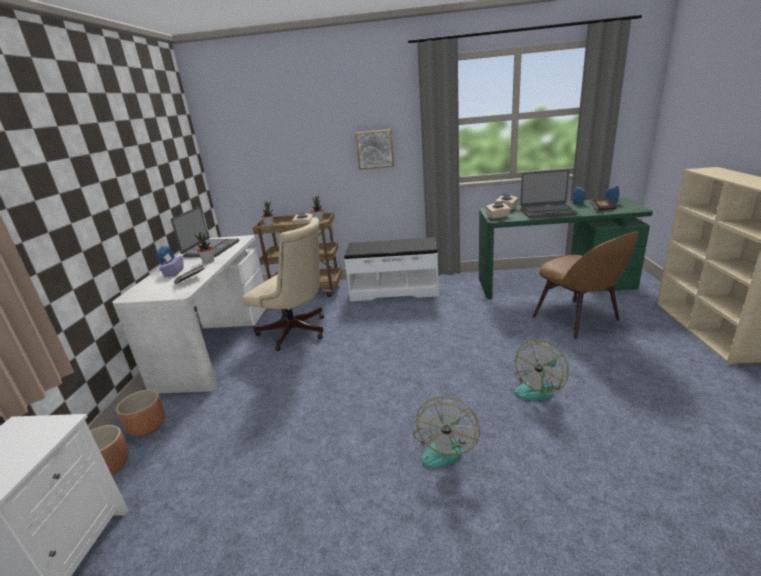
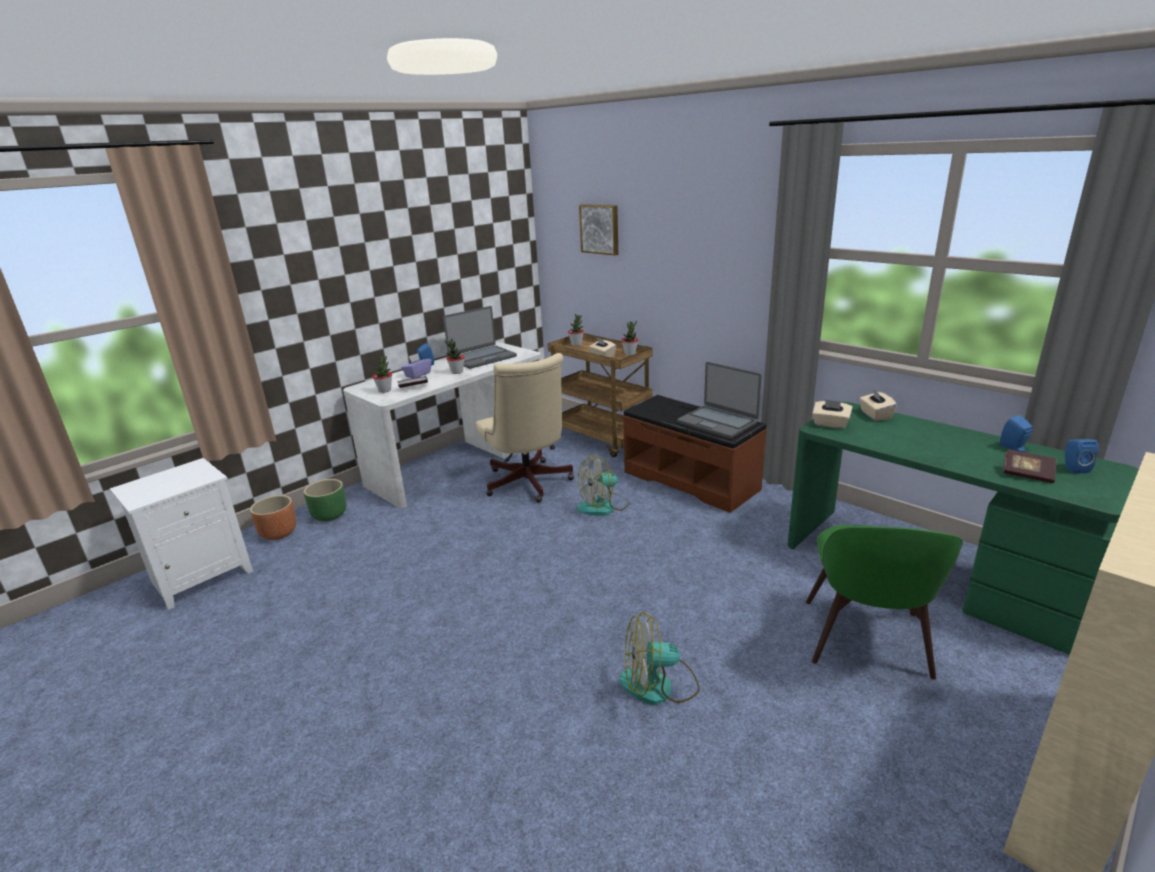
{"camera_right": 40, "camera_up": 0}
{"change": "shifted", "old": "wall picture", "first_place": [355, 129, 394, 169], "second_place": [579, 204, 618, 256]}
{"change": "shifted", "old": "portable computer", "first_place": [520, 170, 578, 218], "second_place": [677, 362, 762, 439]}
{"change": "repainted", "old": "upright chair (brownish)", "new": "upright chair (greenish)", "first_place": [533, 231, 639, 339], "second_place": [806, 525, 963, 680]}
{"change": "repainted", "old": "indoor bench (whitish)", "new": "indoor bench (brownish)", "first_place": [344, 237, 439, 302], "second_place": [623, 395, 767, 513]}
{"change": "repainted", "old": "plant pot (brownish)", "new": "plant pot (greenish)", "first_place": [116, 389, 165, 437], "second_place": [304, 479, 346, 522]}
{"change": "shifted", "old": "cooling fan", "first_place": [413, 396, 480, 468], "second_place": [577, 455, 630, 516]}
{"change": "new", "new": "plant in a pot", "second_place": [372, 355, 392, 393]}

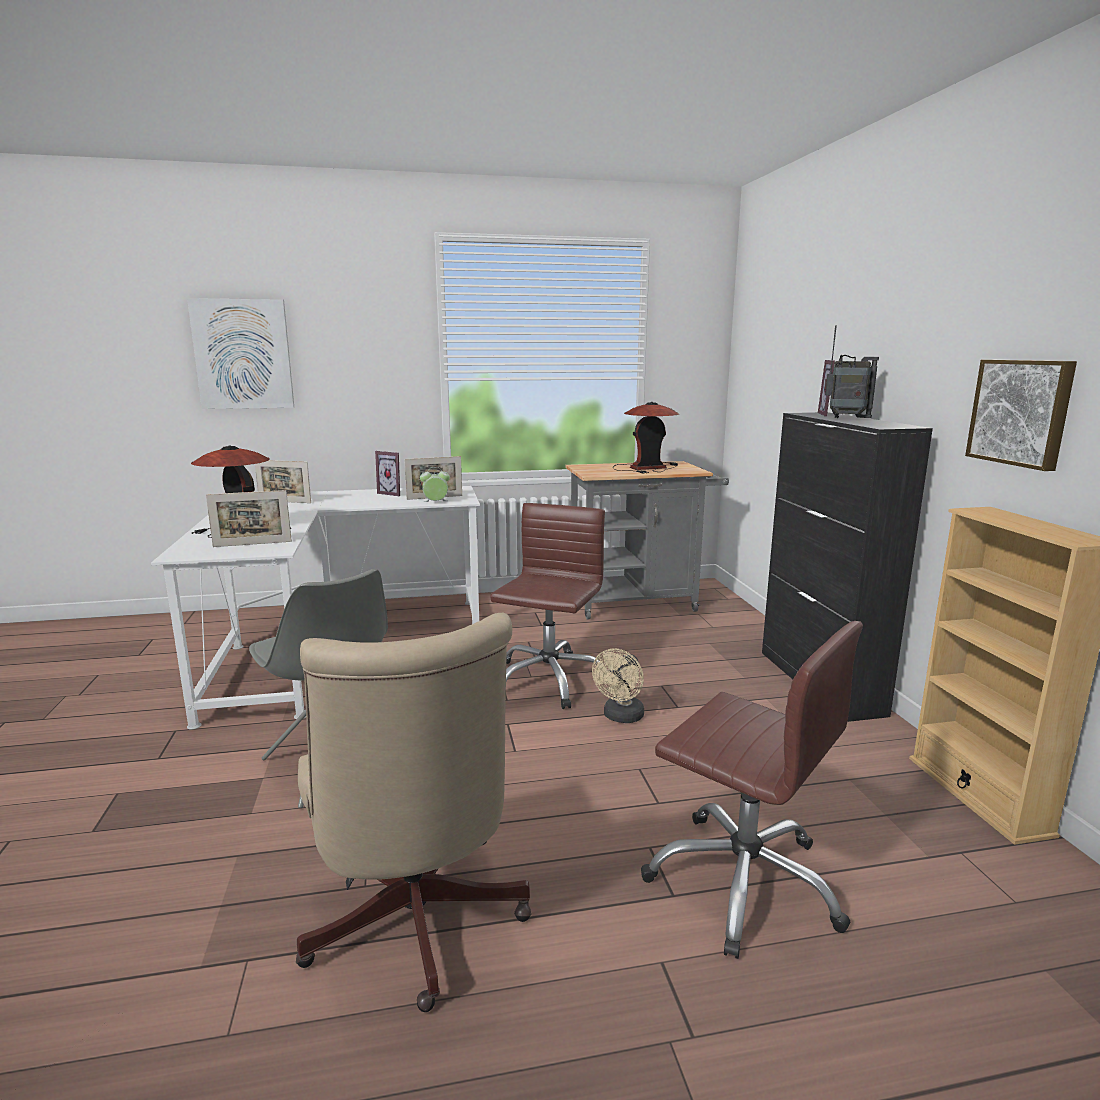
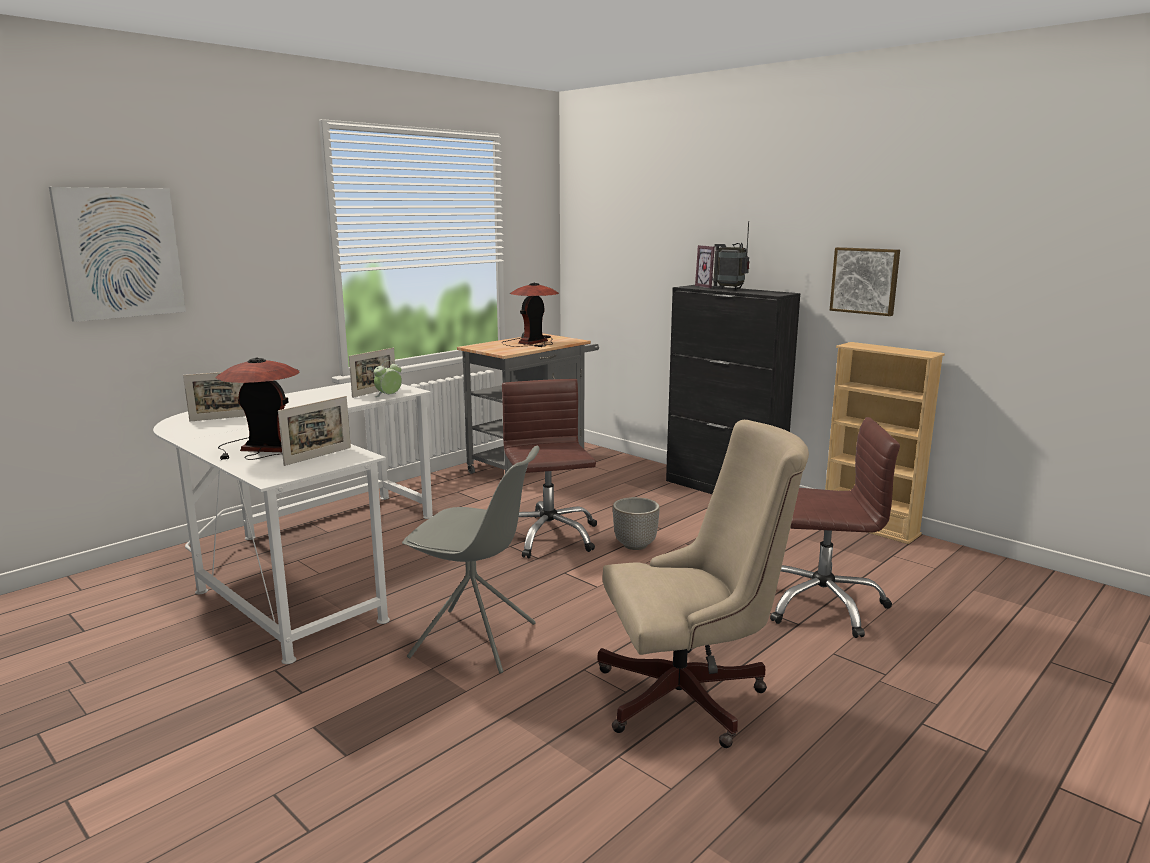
{"camera_right": -35, "camera_up": 0}
{"change": "rotated", "old": "radio receiver", "first_place": [824, 325, 879, 418], "second_place": [713, 221, 750, 290], "degrees": -135}
{"change": "gone", "old": "picture frame", "first_place": [375, 451, 400, 496]}
{"change": "rotated", "old": "computer chair (beige-coloured)", "first_place": [296, 613, 531, 1012], "second_place": [597, 420, 809, 748], "degrees": -45}
{"change": "swapped", "old": "cooling fan (beige-coloured)", "new": "plant pot", "first_place": [592, 648, 644, 723], "second_place": [613, 497, 660, 550]}

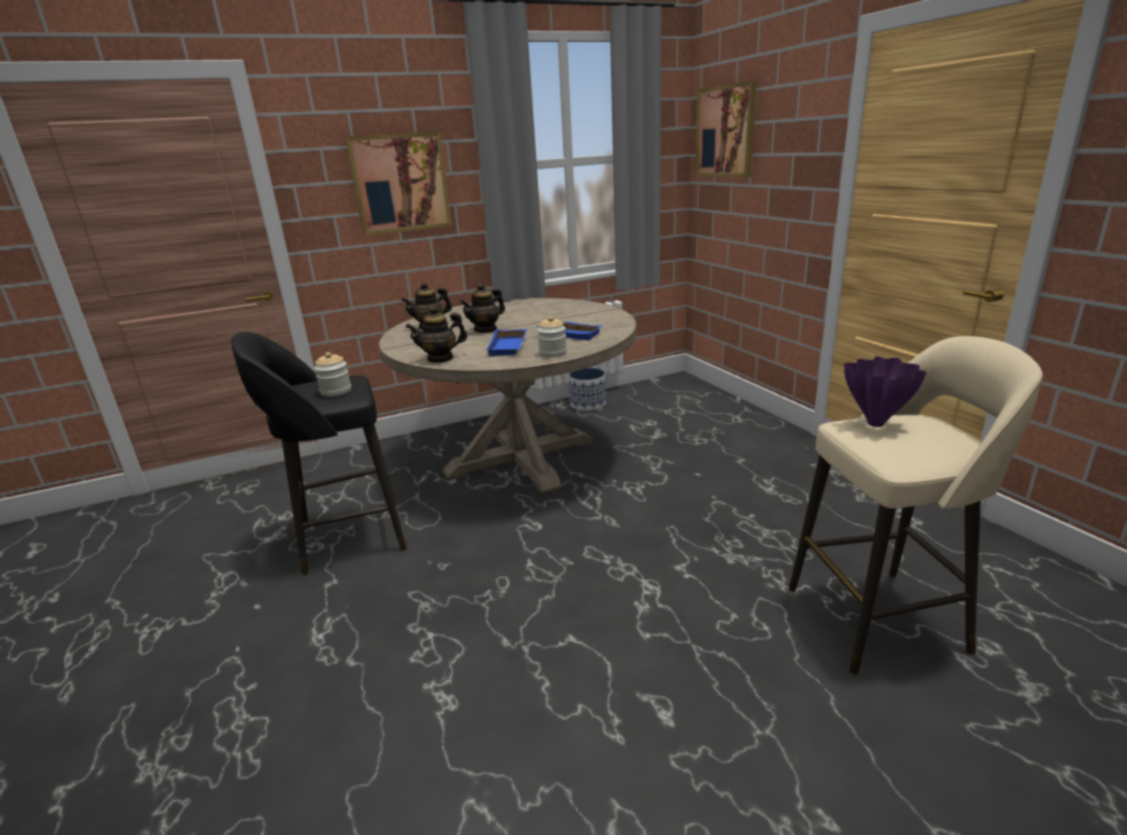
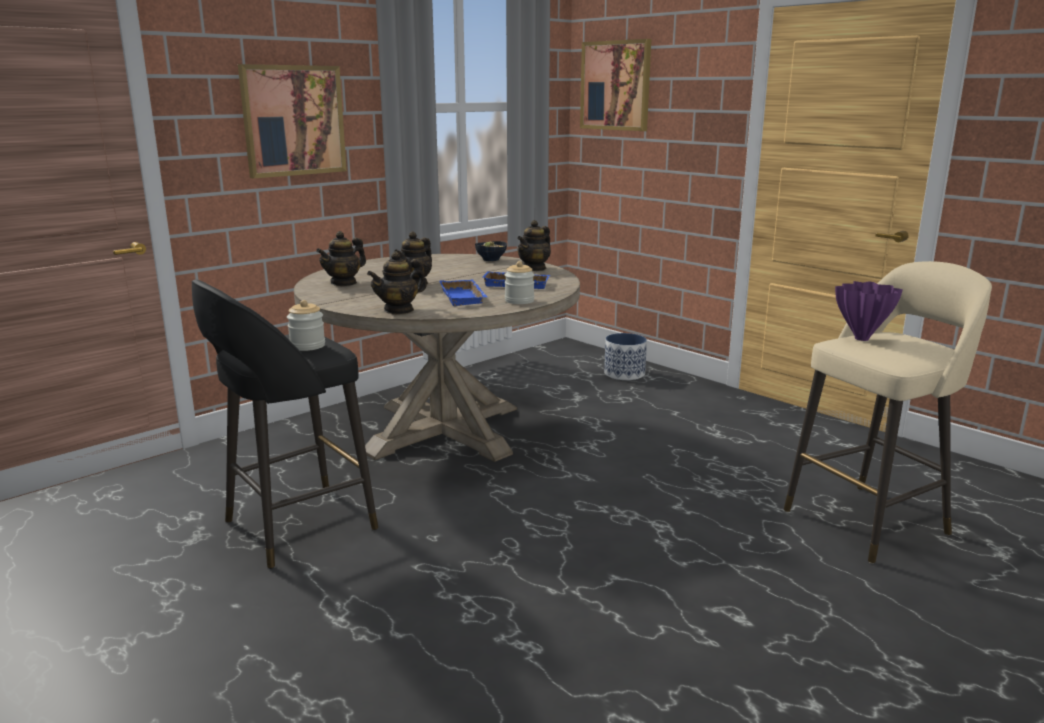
{"camera_right": -20, "camera_up": -5}
{"change": "shifted", "old": "plant pot", "first_place": [569, 368, 606, 411], "second_place": [604, 333, 647, 380]}
{"change": "new", "new": "tea pot", "second_place": [517, 220, 551, 271]}
{"change": "new", "new": "serving bowl", "second_place": [475, 241, 507, 261]}

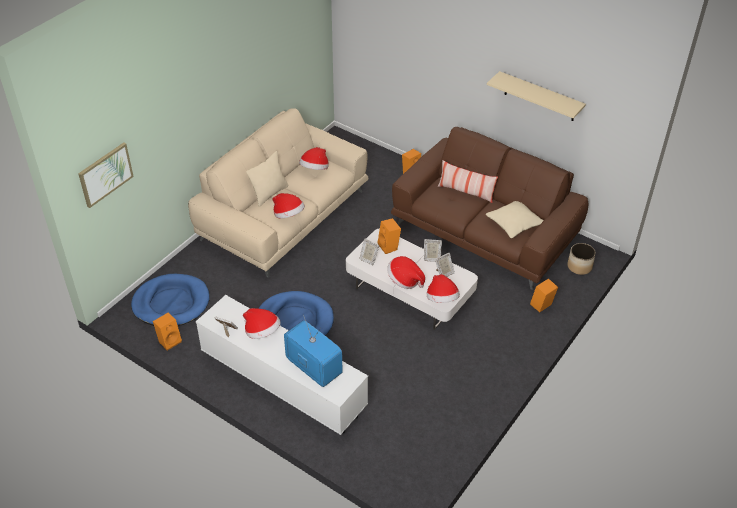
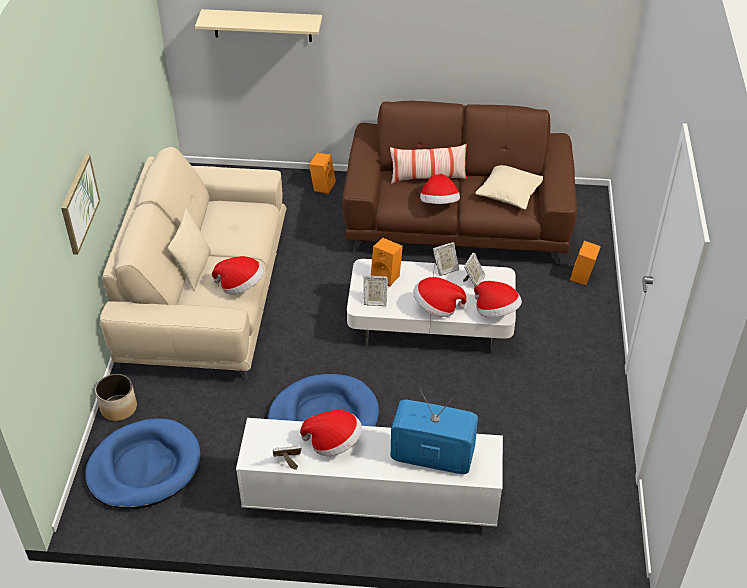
{"camera_right": -30, "camera_up": 0}
{"change": "shifted", "old": "shelf (beige-coloured)", "first_place": [487, 71, 586, 121], "second_place": [195, 9, 322, 42]}
{"change": "shifted", "old": "wall picture", "first_place": [78, 143, 134, 208], "second_place": [61, 154, 100, 255]}
{"change": "shifted", "old": "hat", "first_place": [299, 147, 329, 170], "second_place": [420, 174, 460, 204]}
{"change": "shifted", "old": "plant pot", "first_place": [567, 243, 596, 275], "second_place": [95, 374, 137, 421]}
{"change": "gone", "old": "audio speaker (orange)", "first_place": [153, 313, 182, 351]}

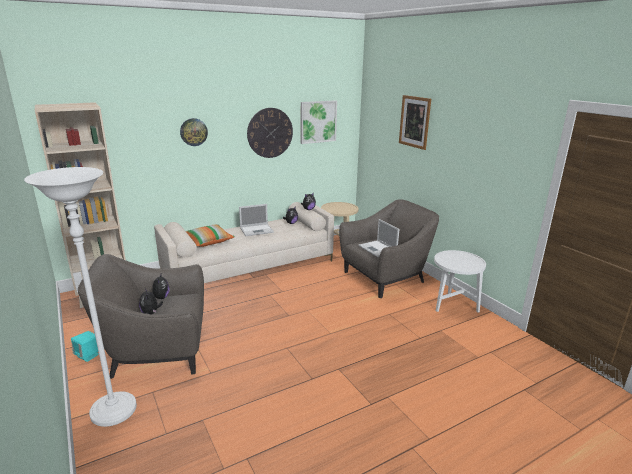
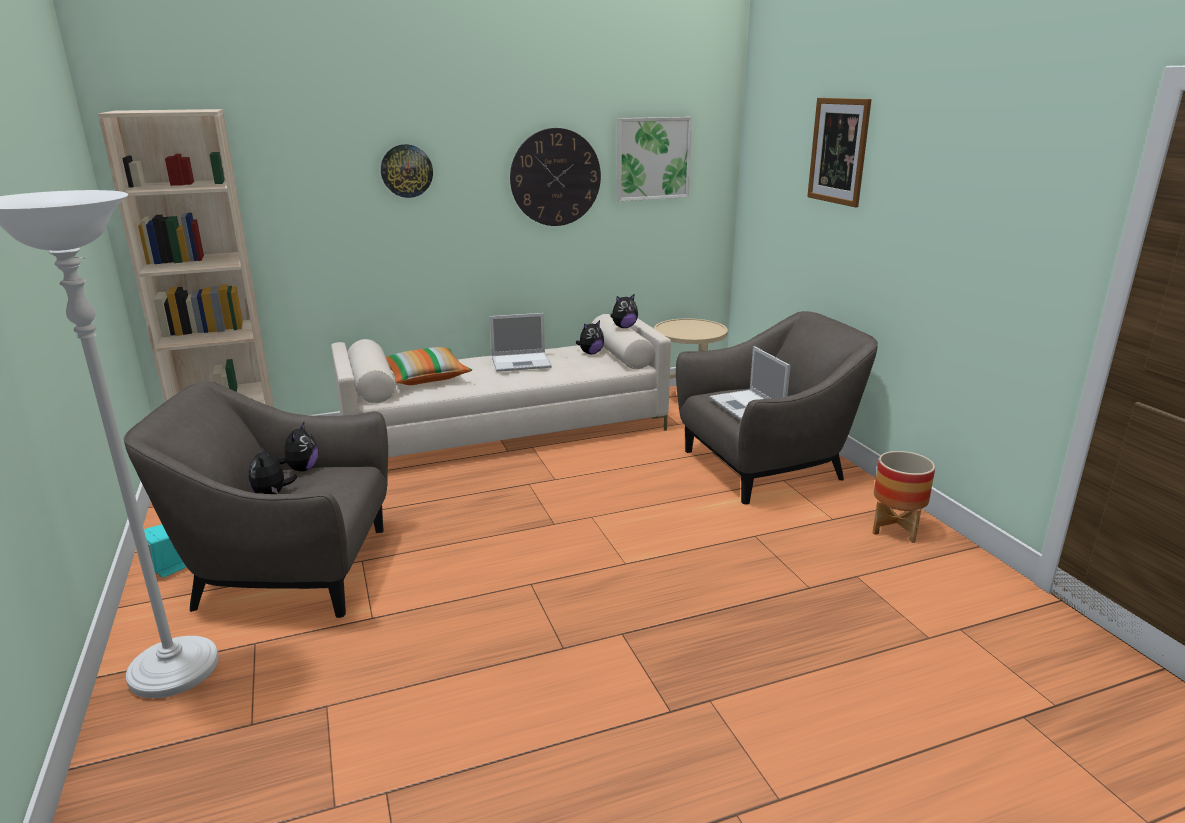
{"camera_right": 10, "camera_up": 0}
{"change": "swapped", "old": "end table (whitish)", "new": "plant pot", "first_place": [434, 250, 486, 313], "second_place": [873, 451, 935, 543]}

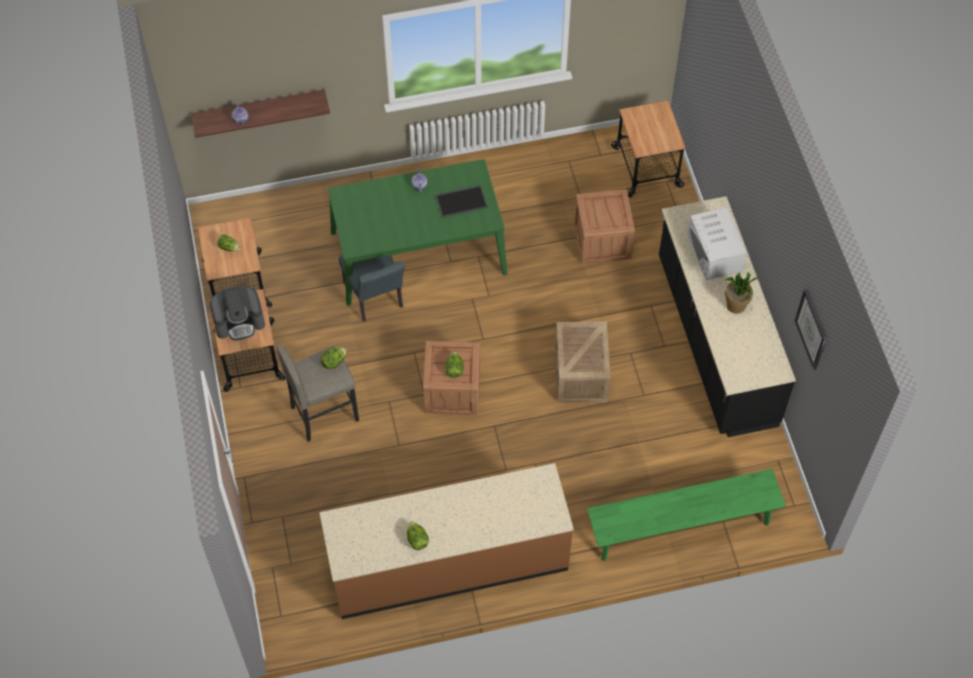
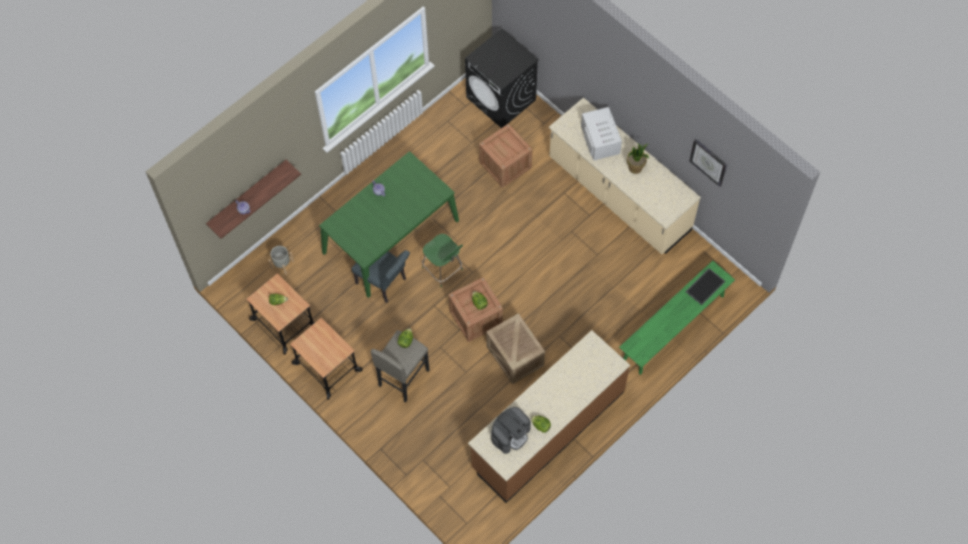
{"camera_right": -30, "camera_up": 5}
{"change": "swapped", "old": "trolley", "new": "washing machine (black)", "first_place": [611, 100, 686, 197], "second_place": [465, 28, 539, 128]}
{"change": "shifted", "old": "carrying tray", "first_place": [435, 185, 488, 218], "second_place": [685, 268, 725, 305]}
{"change": "repainted", "old": "counter (black)", "new": "counter (beige-coloured)", "first_place": [659, 196, 796, 437], "second_place": [549, 97, 701, 254]}
{"change": "rotated", "old": "microwave oven (whitish)", "first_place": [687, 207, 747, 280], "second_place": [581, 107, 622, 160], "degrees": -150}
{"change": "shifted", "old": "coffee brewer", "first_place": [210, 286, 265, 340], "second_place": [491, 407, 531, 454]}
{"change": "shifted", "old": "packing crate", "first_place": [555, 321, 610, 403], "second_place": [486, 313, 545, 384]}
{"change": "new", "new": "upright chair (greenish)", "second_place": [422, 234, 463, 287]}
{"change": "new", "new": "plant pot (gray)", "second_place": [269, 246, 294, 275]}

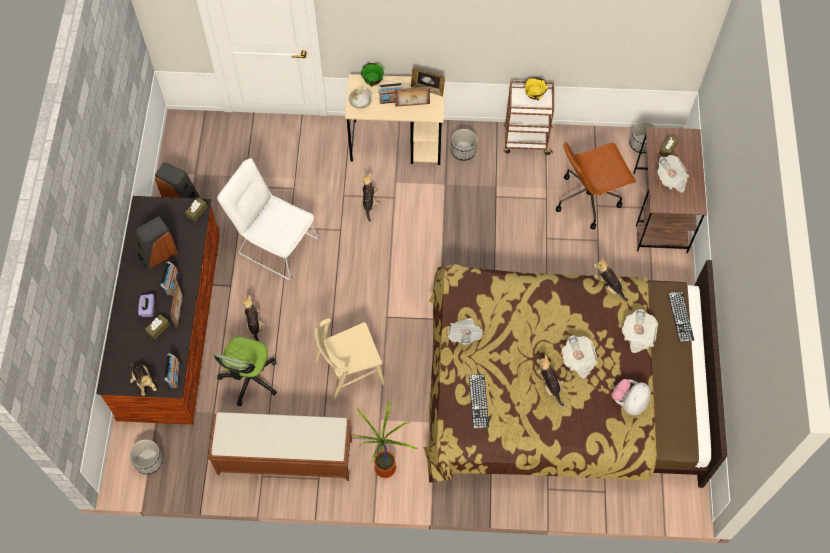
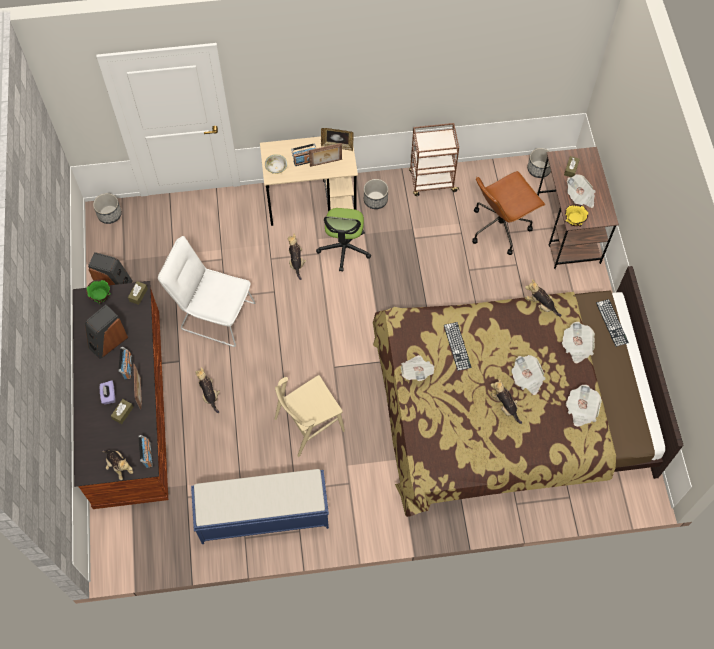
{"camera_right": -10, "camera_up": 0}
{"change": "shifted", "old": "serving bowl (greenish)", "first_place": [361, 63, 384, 87], "second_place": [86, 280, 111, 304]}
{"change": "shifted", "old": "serving bowl (yellowish)", "first_place": [524, 77, 547, 100], "second_place": [565, 204, 588, 227]}
{"change": "shifted", "old": "computer chair", "first_place": [214, 337, 277, 406], "second_place": [316, 208, 371, 272]}
{"change": "shifted", "old": "keyboard", "first_place": [469, 374, 489, 429], "second_place": [444, 322, 472, 371]}
{"change": "swapped", "old": "cuddly toy", "new": "daily paper", "first_place": [612, 379, 651, 415], "second_place": [566, 385, 602, 427]}
{"change": "gone", "old": "plant in a pot", "first_place": [351, 400, 417, 478]}
{"change": "repainted", "old": "indoor bench (brownish)", "new": "indoor bench (bluish)", "first_place": [208, 412, 352, 481], "second_place": [191, 469, 329, 544]}
{"change": "shifted", "old": "plant pot", "first_place": [129, 439, 163, 474], "second_place": [93, 193, 122, 224]}

